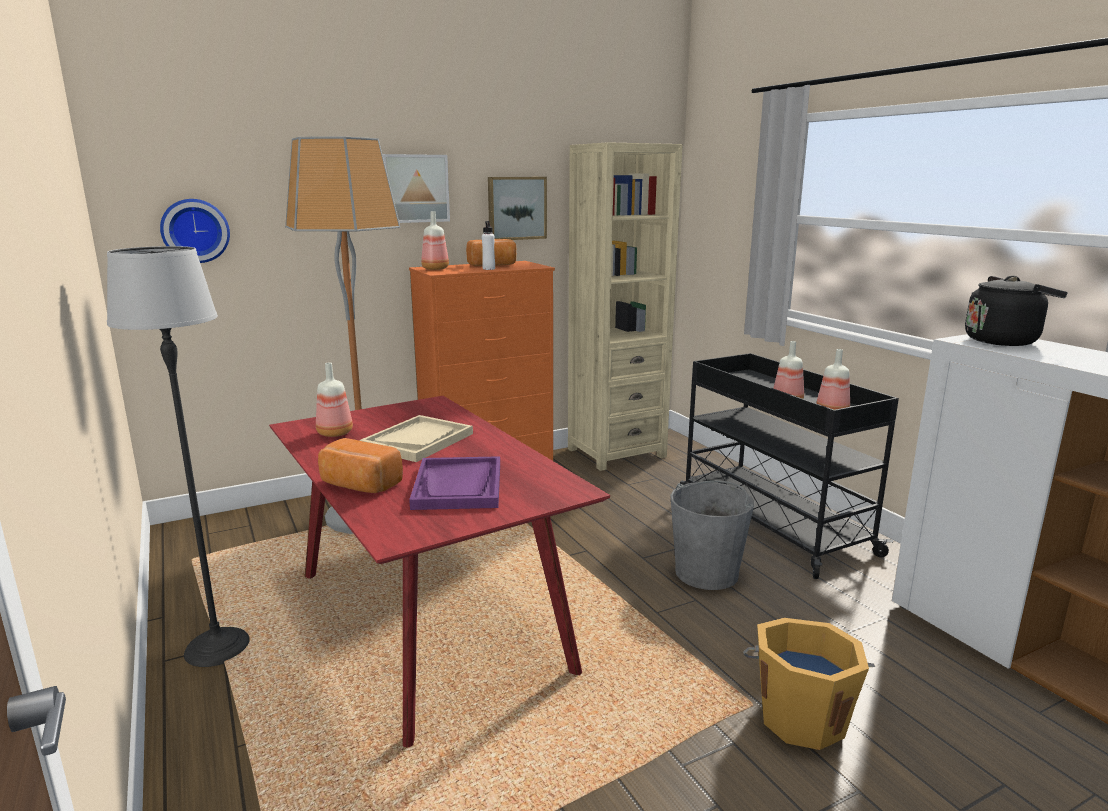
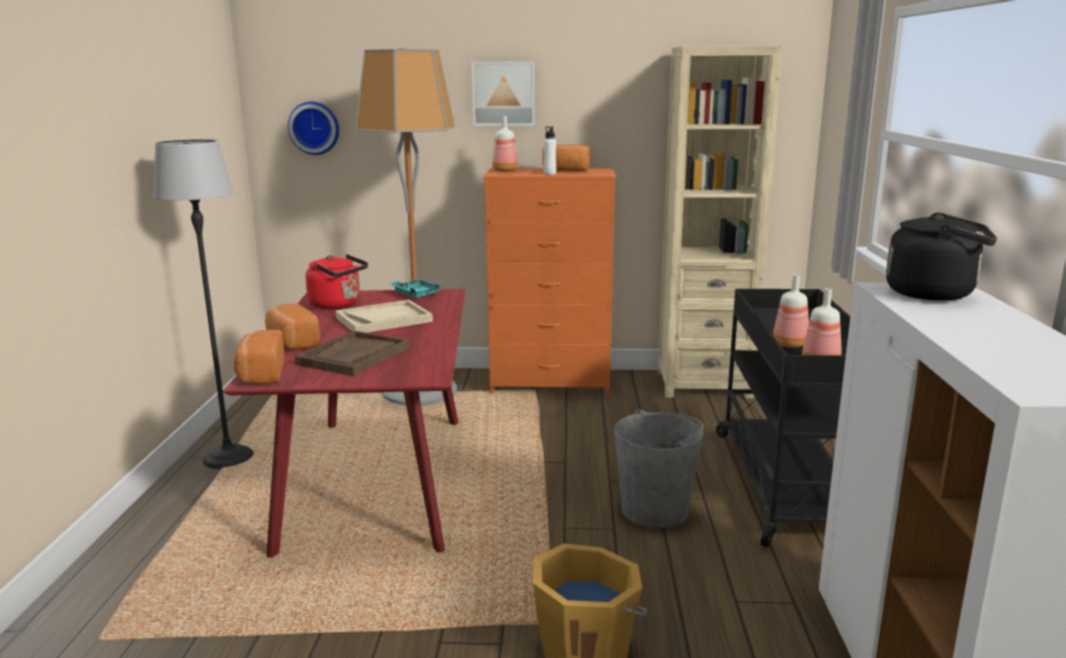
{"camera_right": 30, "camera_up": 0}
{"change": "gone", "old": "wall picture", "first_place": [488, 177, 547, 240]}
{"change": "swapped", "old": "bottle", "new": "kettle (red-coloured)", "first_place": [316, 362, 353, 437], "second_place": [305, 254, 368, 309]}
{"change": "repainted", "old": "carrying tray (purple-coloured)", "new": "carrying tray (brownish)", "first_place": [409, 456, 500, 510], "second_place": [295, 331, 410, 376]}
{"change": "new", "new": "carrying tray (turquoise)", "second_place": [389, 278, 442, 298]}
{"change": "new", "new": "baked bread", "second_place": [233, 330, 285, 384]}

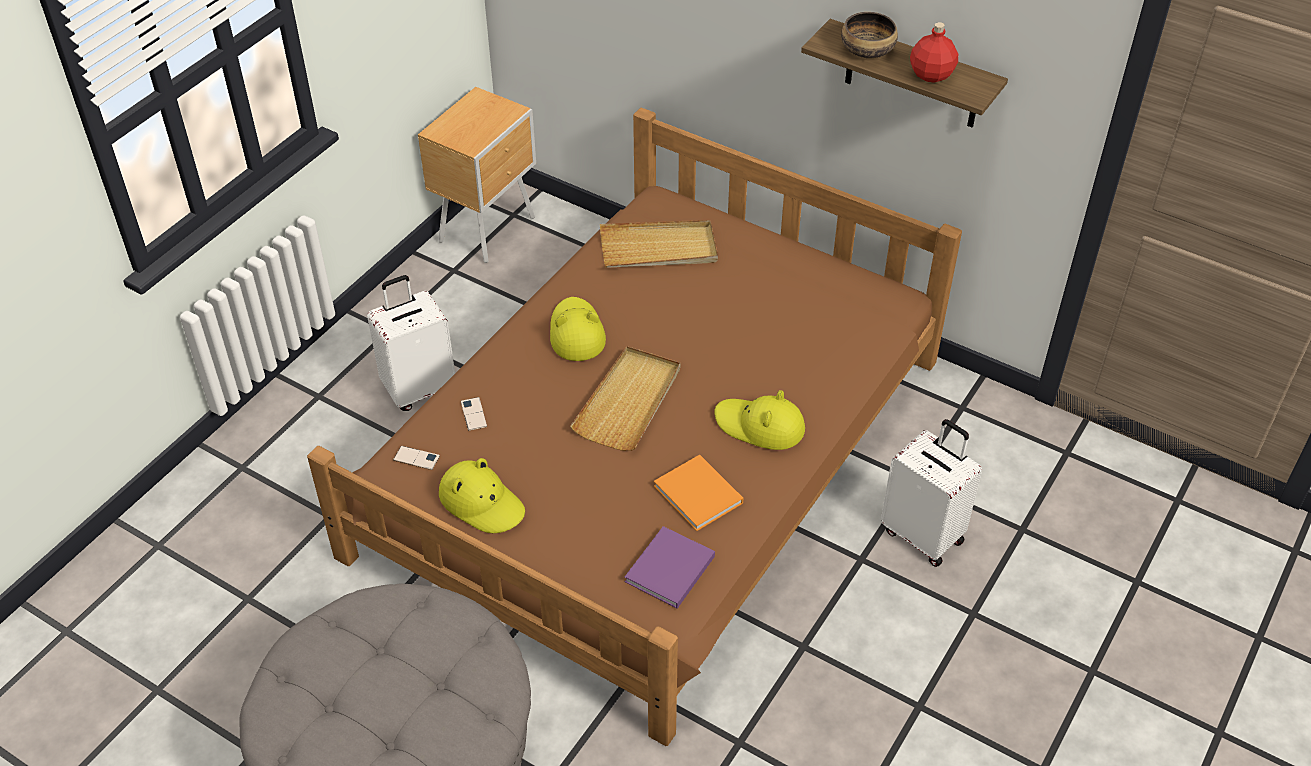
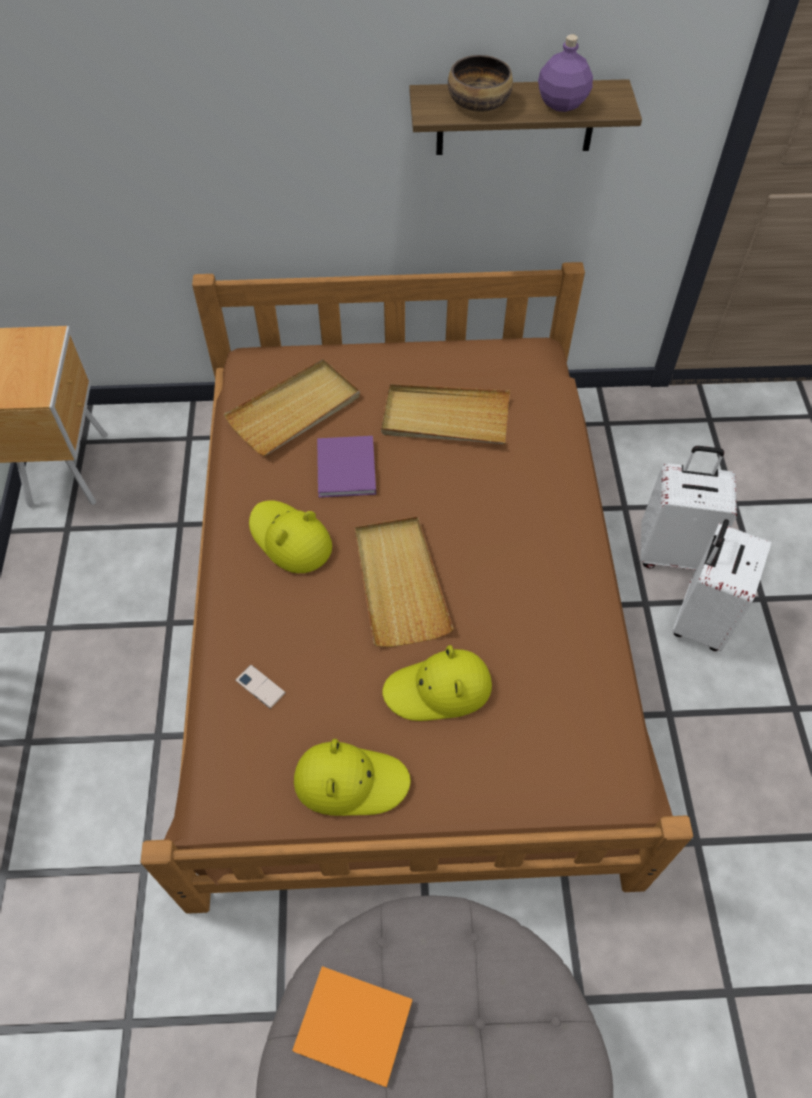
{"camera_right": -35, "camera_up": 10}
{"change": "repainted", "old": "bottle (red-coloured)", "new": "bottle (purple-coloured)", "first_place": [910, 22, 958, 83], "second_place": [538, 34, 593, 112]}
{"change": "shifted", "old": "travel case (whitish)", "first_place": [367, 275, 455, 411], "second_place": [672, 519, 771, 651]}
{"change": "shifted", "old": "hat (yellowish)", "first_place": [715, 390, 805, 450], "second_place": [382, 645, 492, 721]}
{"change": "gone", "old": "phone", "first_place": [393, 446, 440, 470]}
{"change": "shifted", "old": "volume (orange)", "first_place": [654, 455, 743, 531], "second_place": [292, 966, 412, 1088]}
{"change": "shifted", "old": "volume (purple-coloured)", "first_place": [625, 526, 715, 609], "second_place": [317, 436, 376, 498]}
{"change": "new", "new": "carrying tray (beige-coloured)", "second_place": [381, 384, 510, 444]}

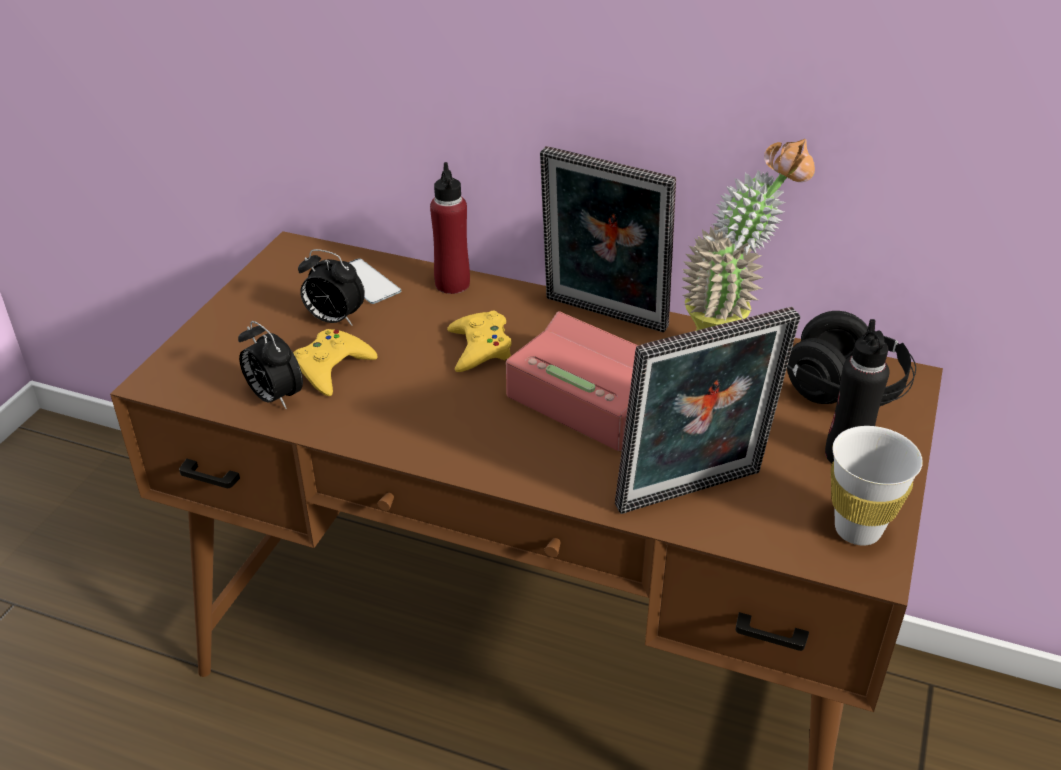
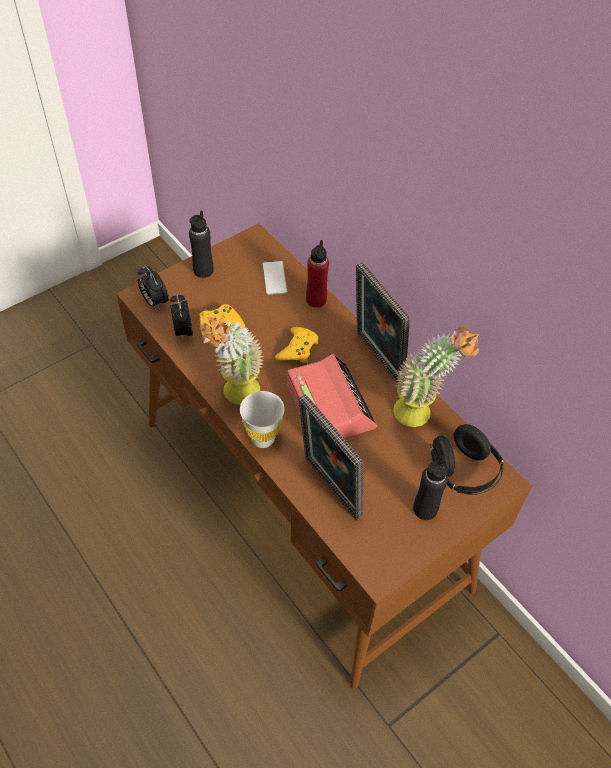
{"camera_right": 30, "camera_up": 15}
{"change": "shifted", "old": "alarm clock", "first_place": [298, 249, 365, 325], "second_place": [137, 265, 169, 310]}
{"change": "rotated", "old": "picture frame", "first_place": [615, 307, 800, 514], "second_place": [298, 394, 364, 521], "degrees": 45}
{"change": "shifted", "old": "drinking cup (whitish)", "first_place": [831, 426, 923, 546], "second_place": [240, 391, 284, 448]}
{"change": "new", "new": "bottle (black)", "second_place": [189, 210, 213, 278]}
{"change": "new", "new": "plant in a pot", "second_place": [199, 316, 264, 405]}

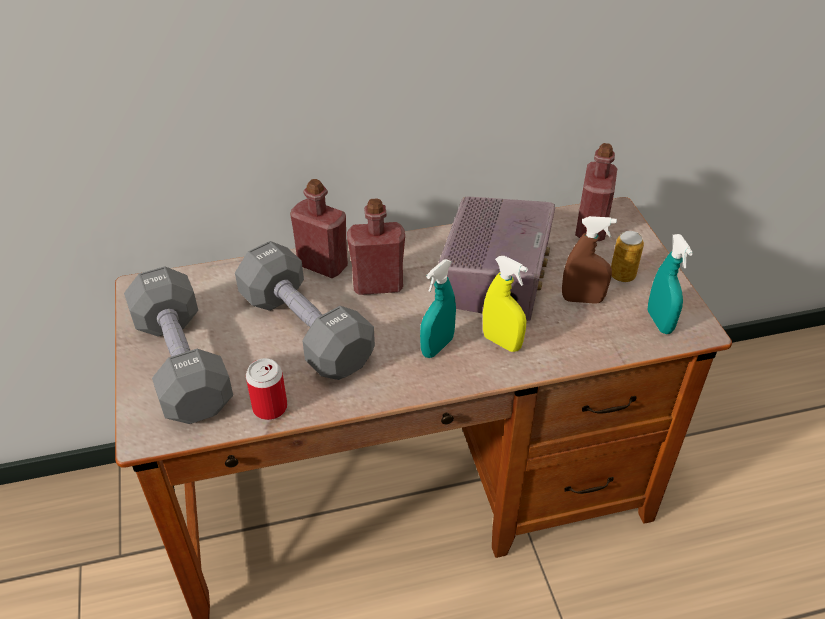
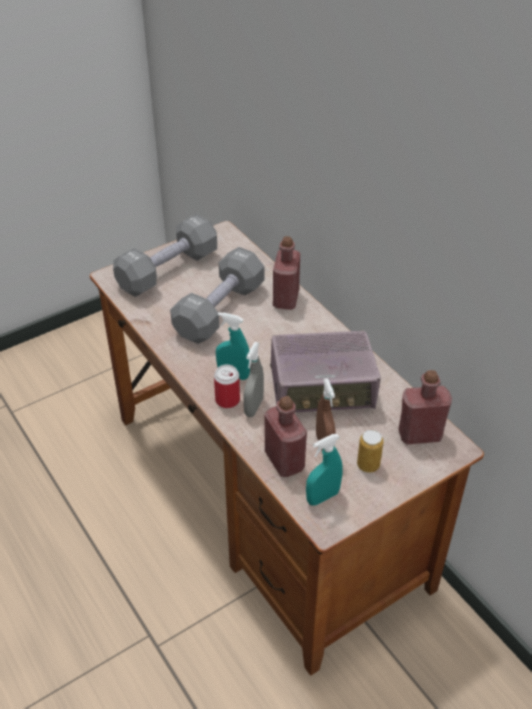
{"camera_right": 70, "camera_up": 0}
{"change": "shifted", "old": "bottle (red-coloured)", "first_place": [347, 198, 405, 295], "second_place": [264, 396, 307, 477]}
{"change": "repainted", "old": "spray bottle (yellowish)", "new": "spray bottle (gray)", "first_place": [483, 256, 528, 352], "second_place": [243, 342, 264, 417]}
{"change": "shifted", "old": "metal can", "first_place": [246, 358, 287, 420], "second_place": [214, 365, 240, 408]}

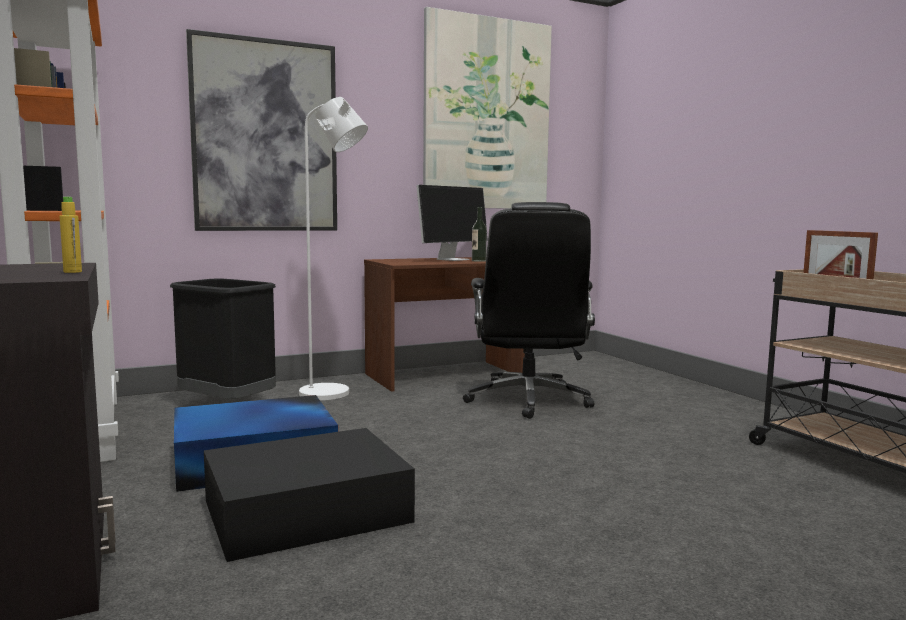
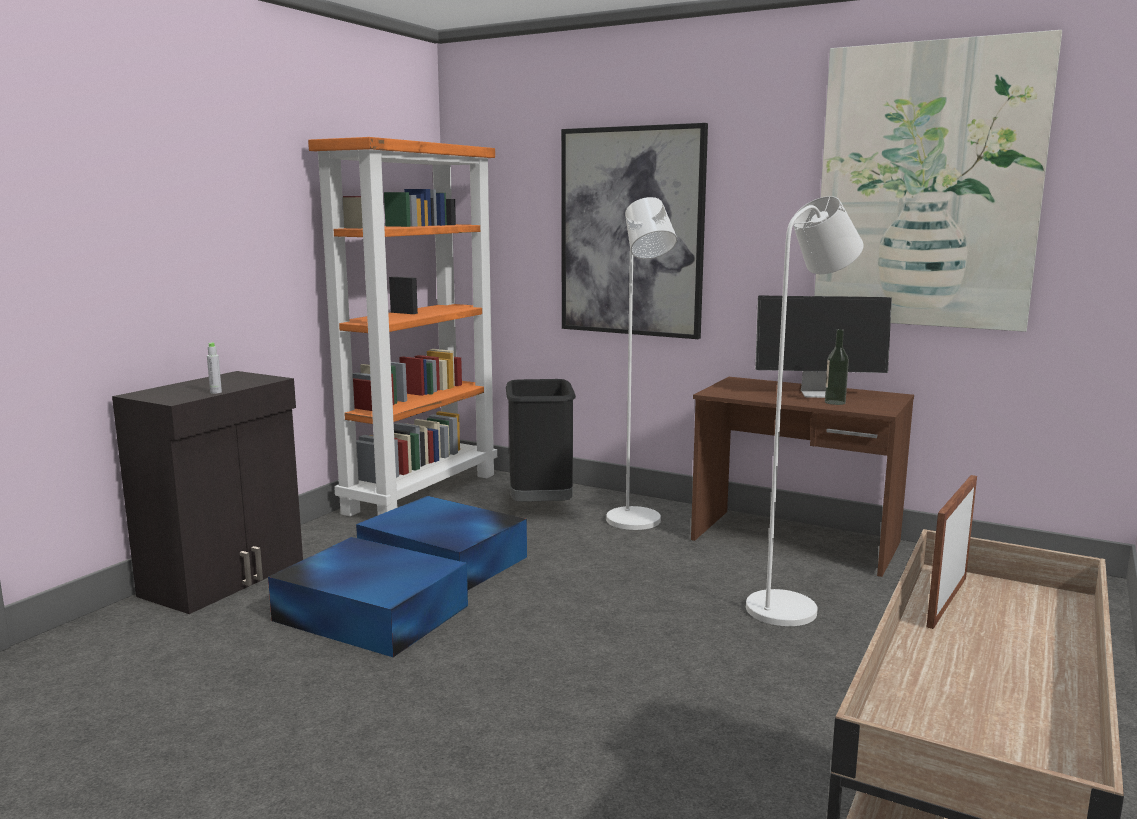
{"camera_right": 55, "camera_up": 5}
{"change": "repainted", "old": "bottle (yellowish)", "new": "bottle (gray)", "first_place": [60, 197, 82, 273], "second_place": [207, 343, 222, 394]}
{"change": "swapped", "old": "computer chair (black)", "new": "standard lamp (whitish)", "first_place": [463, 202, 595, 419], "second_place": [746, 196, 864, 626]}
{"change": "repainted", "old": "storage bin (black)", "new": "storage bin (bluish)", "first_place": [204, 428, 415, 562], "second_place": [268, 537, 468, 657]}

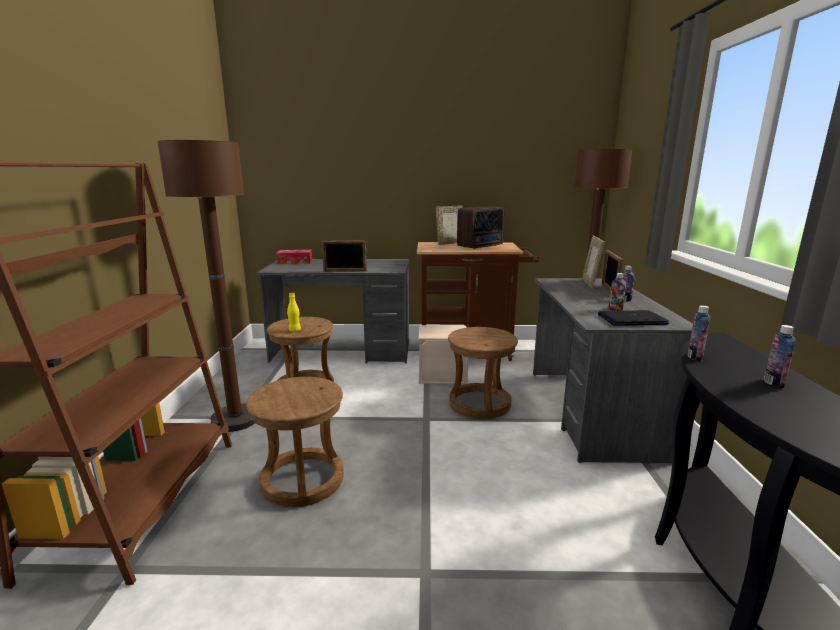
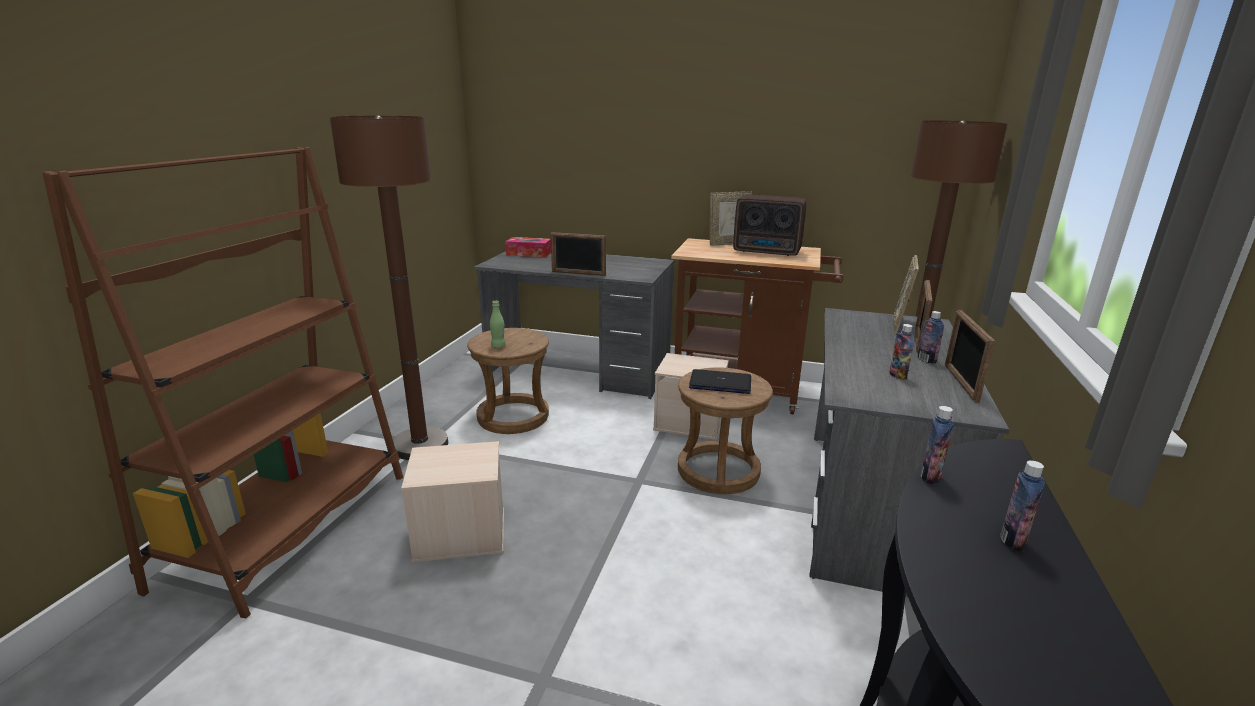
{"camera_right": 15, "camera_up": 5}
{"change": "rotated", "old": "radio receiver", "first_place": [457, 206, 505, 249], "second_place": [733, 194, 807, 256], "degrees": 45}
{"change": "repainted", "old": "bottle (yellowish)", "new": "bottle (greenish)", "first_place": [287, 293, 301, 332], "second_place": [490, 301, 506, 348]}
{"change": "shifted", "old": "portable computer", "first_place": [598, 310, 669, 326], "second_place": [689, 369, 751, 394]}
{"change": "swapped", "old": "sitting stool (brownish)", "new": "storage bin (beige-coloured)", "first_place": [246, 377, 344, 507], "second_place": [401, 441, 504, 562]}
{"change": "new", "new": "picture frame", "second_place": [945, 310, 995, 403]}

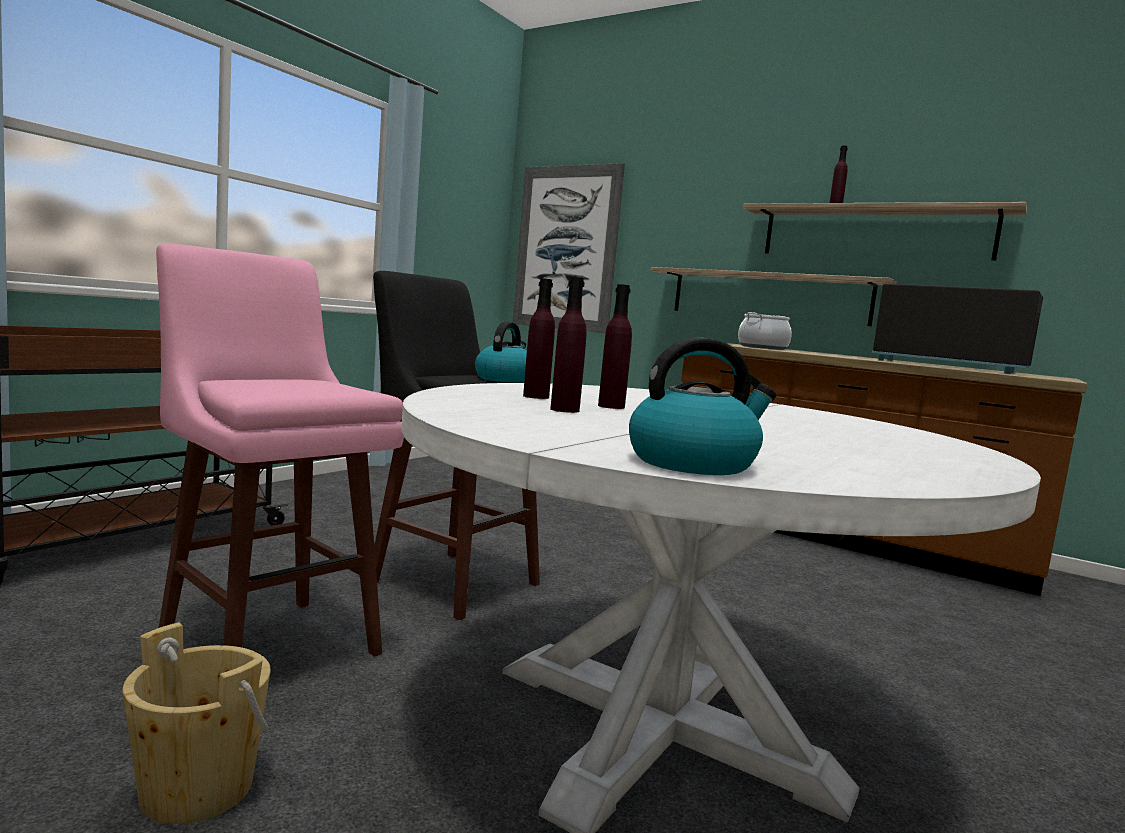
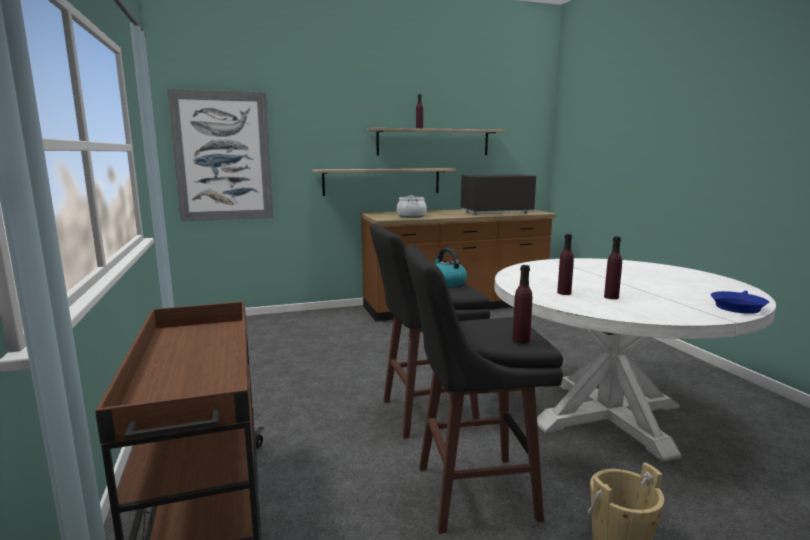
{"camera_right": -50, "camera_up": 5}
{"change": "repainted", "old": "sitting stool (pink)", "new": "sitting stool (black)", "first_place": [156, 243, 404, 657], "second_place": [405, 245, 563, 534]}
{"change": "shifted", "old": "bottle (purple-coloured)", "first_place": [598, 284, 632, 409], "second_place": [512, 265, 532, 344]}
{"change": "swapped", "old": "kettle", "new": "frying pan (bluish)", "first_place": [629, 338, 777, 475], "second_place": [711, 291, 769, 314]}

